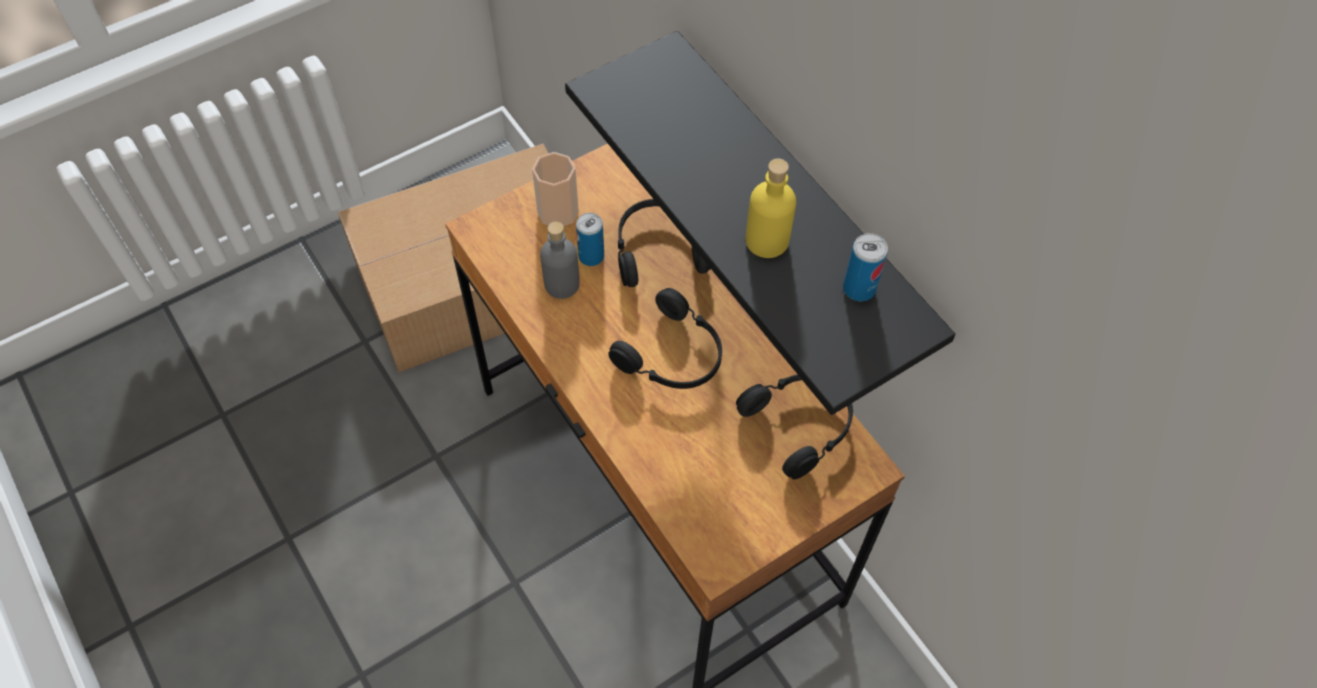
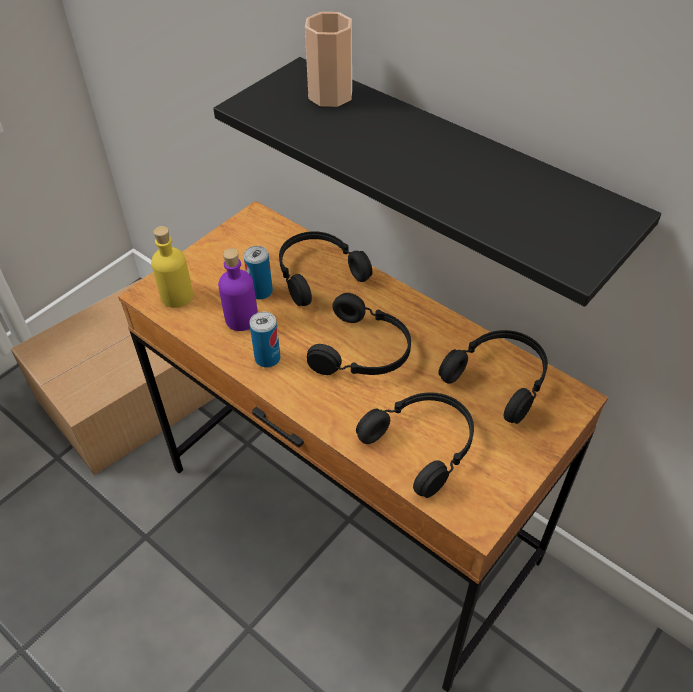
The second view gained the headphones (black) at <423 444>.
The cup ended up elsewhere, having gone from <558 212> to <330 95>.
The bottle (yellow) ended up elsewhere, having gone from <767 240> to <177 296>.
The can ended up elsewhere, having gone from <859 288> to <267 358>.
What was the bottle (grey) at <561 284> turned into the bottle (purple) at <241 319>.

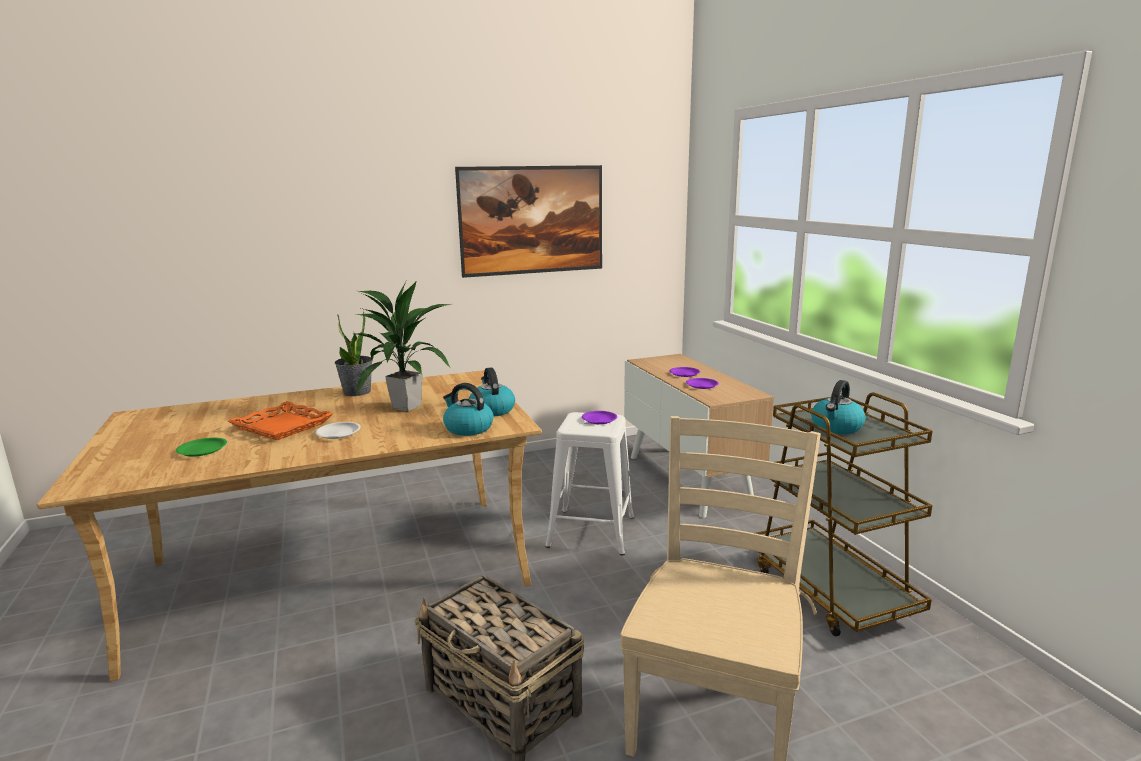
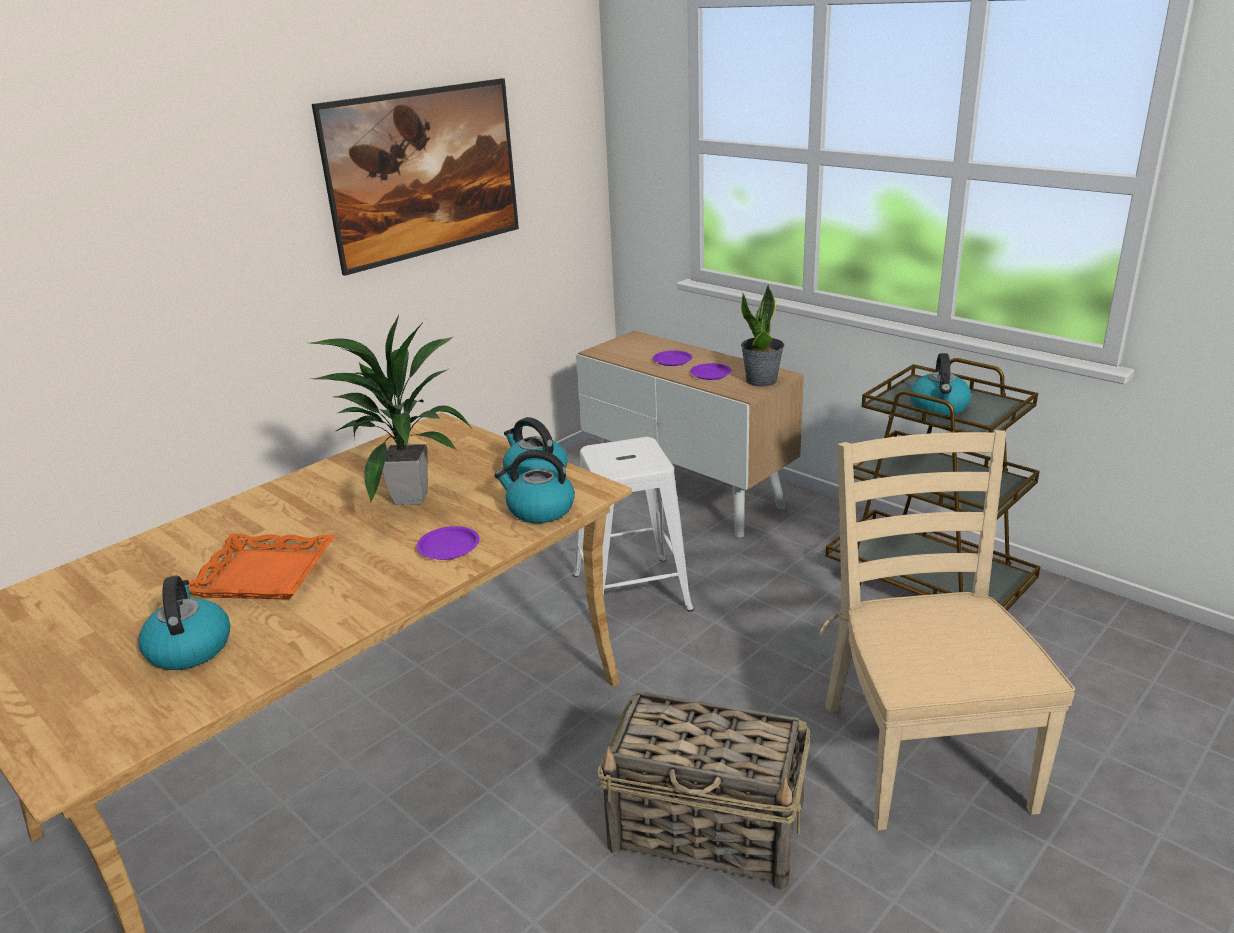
The second view lost the plate (white) at <338 433>.
The potted plant ended up elsewhere, having gone from <357 392> to <762 381>.
The plate (purple) ended up elsewhere, having gone from <599 420> to <448 547>.
Where the plate (green) stood at <202 450>, the kettle came to stand at <189 648>.

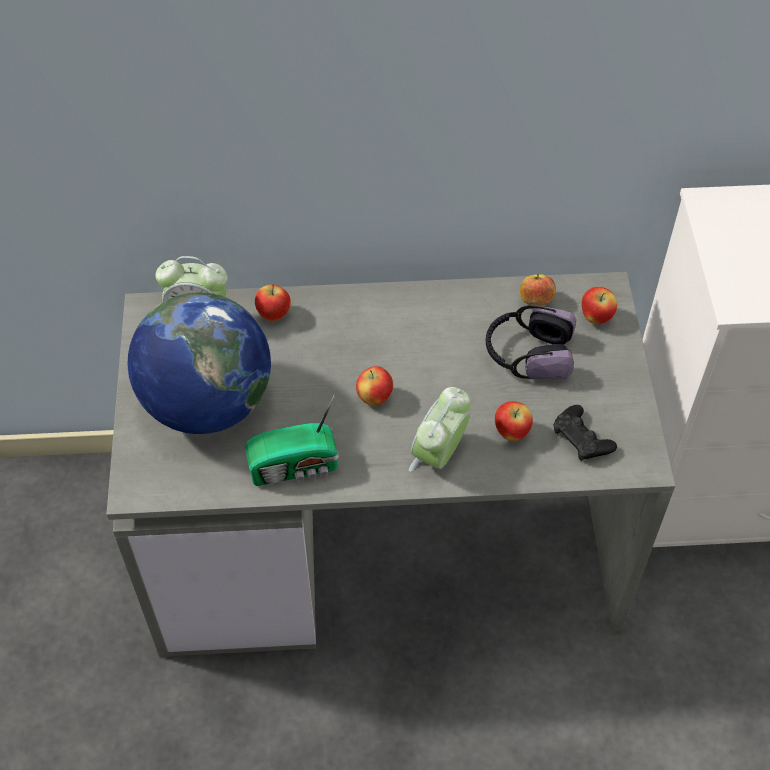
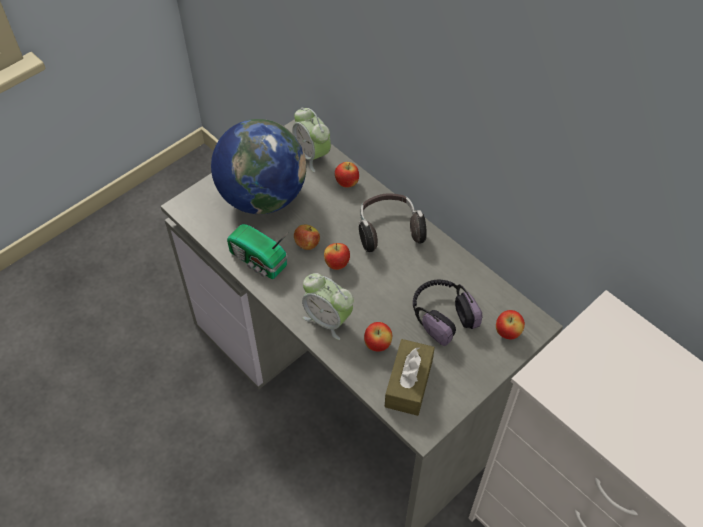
The second view gained the headphones at <389 230>.
The apple ended up elsewhere, having gone from <536 300> to <307 244>.
Where the game controller (black) stood at <582 438>, the tissue box (brown) came to stand at <408 383>.
The alarm clock at <439 455> ended up facing another way, 135 degrees counterclockwise from before.

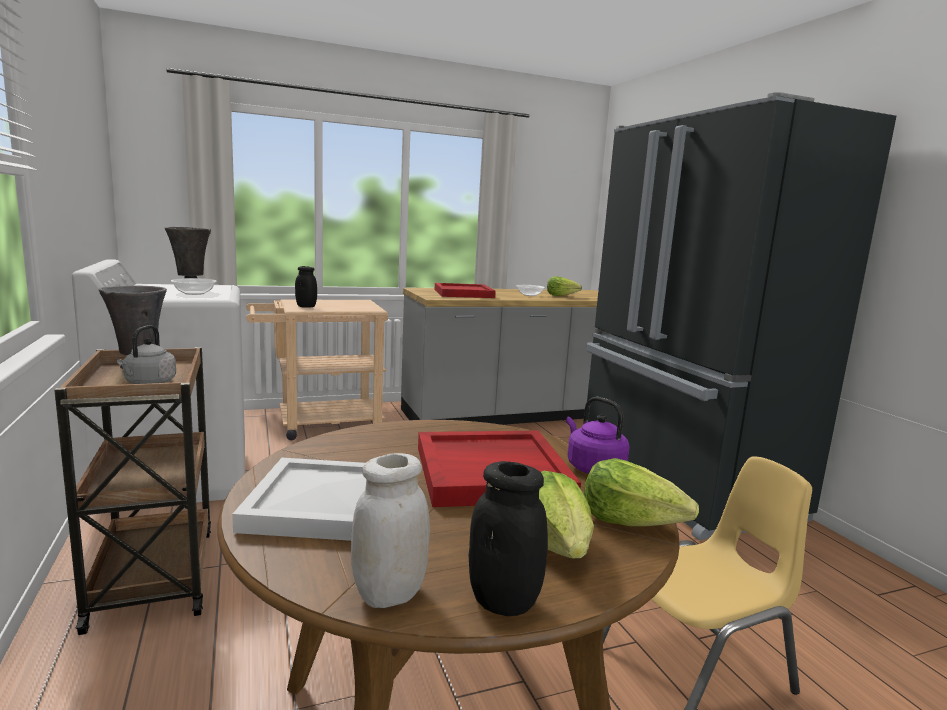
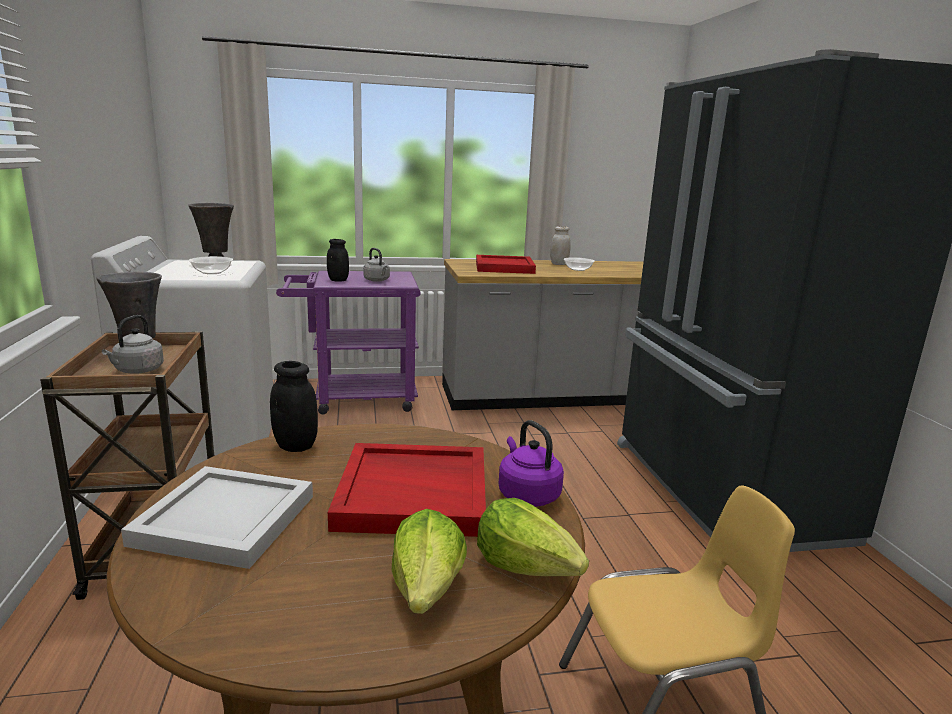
The second view lost the lettuce at <561 296>.
The second view gained the kettle (grey) at <377 280>.
The jar (white) ended up elsewhere, having gone from <389 594> to <559 264>.
The jar (black) ended up elsewhere, having gone from <504 601> to <295 446>.
What was the cart (beige) at <319 425> turned into the cart (purple) at <355 398>.

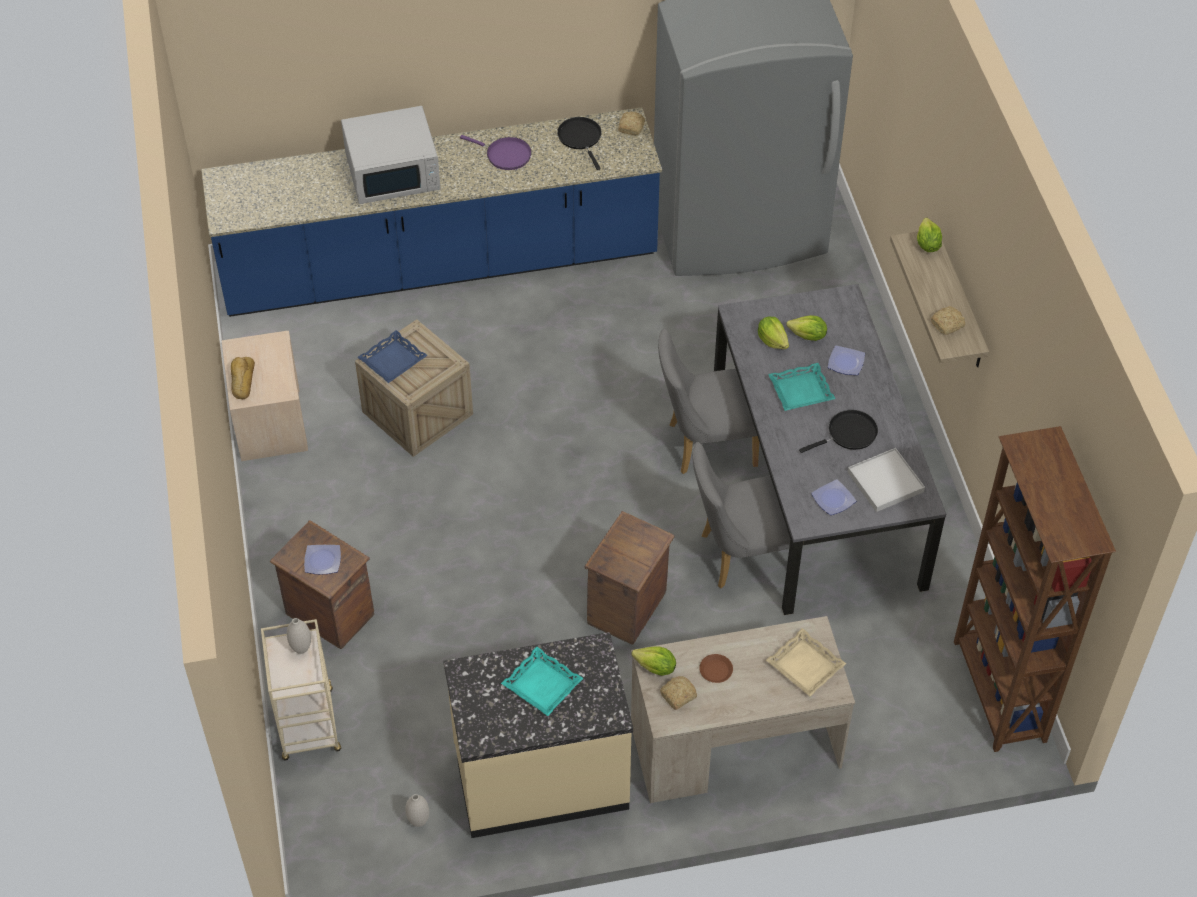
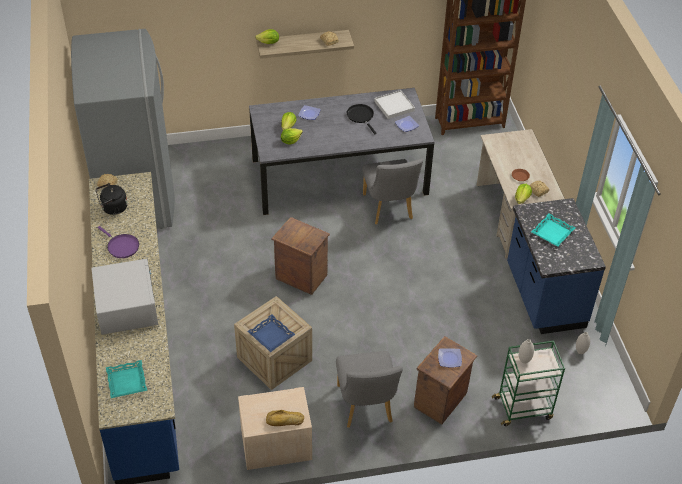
The second view lost the tray (beige) at <804 666>.
The crate ended up elsewhere, having gone from <628 608> to <301 276>.
The chair (grey) ended up elsewhere, having gone from <705 445> to <366 408>.
The tray (turquoise) ended up elsewhere, having gone from <801 391> to <127 381>.
Where the frying pan (black) stood at <581 138>, the kettle (black) came to stand at <113 208>.
What was the cart (beige) at <308 725> turned into the cart (green) at <523 408>.
What was the counter (beige) at <541 777> turned into the counter (blue) at <543 297>.
The frying pan (purple) at <505 155> ended up facing another way, 105 degrees clockwise from before.

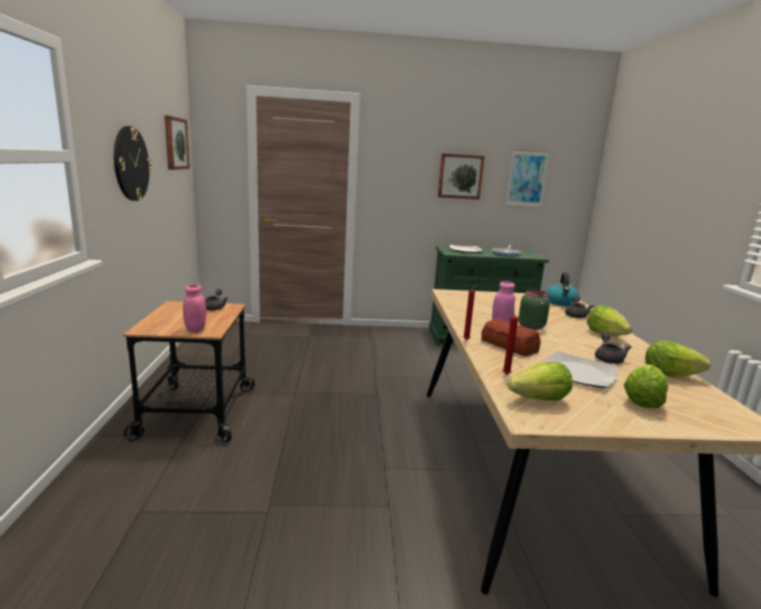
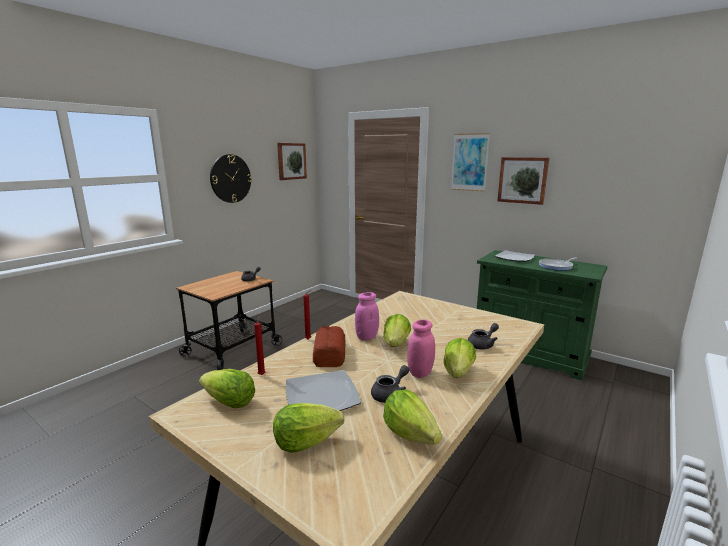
The second view lost the kettle at <561 302>.
The jar (pink) ended up elsewhere, having gone from <195 329> to <420 373>.
The picture ended up elsewhere, having gone from <526 179> to <469 162>.
Where the jar (green) stood at <531 327>, the lettuce came to stand at <396 344>.

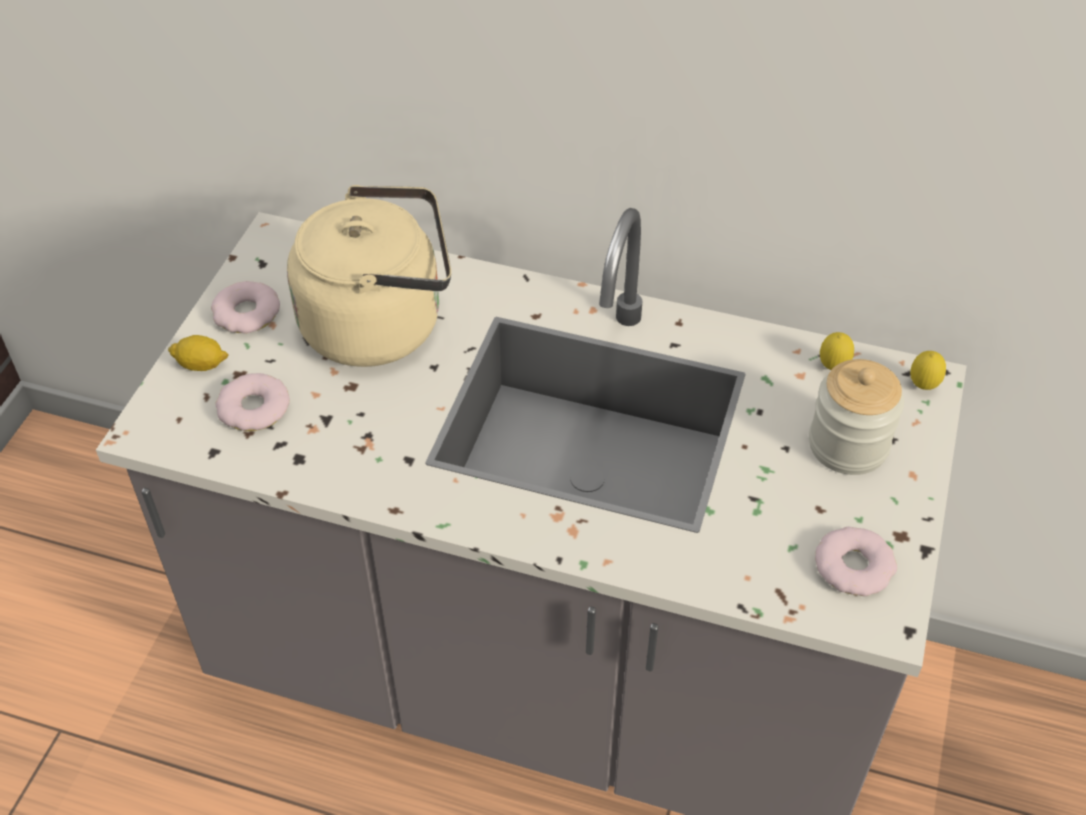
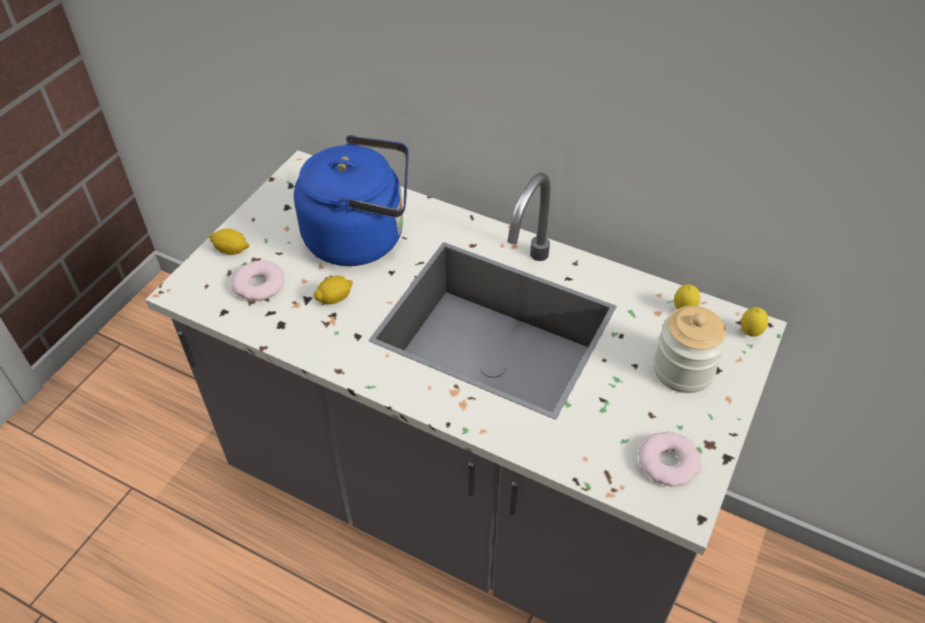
The second view lost the donut at <247 313>.
The second view gained the lemon at <335 298>.
What was the kettle (beige) at <381 324> turned into the kettle (blue) at <361 237>.

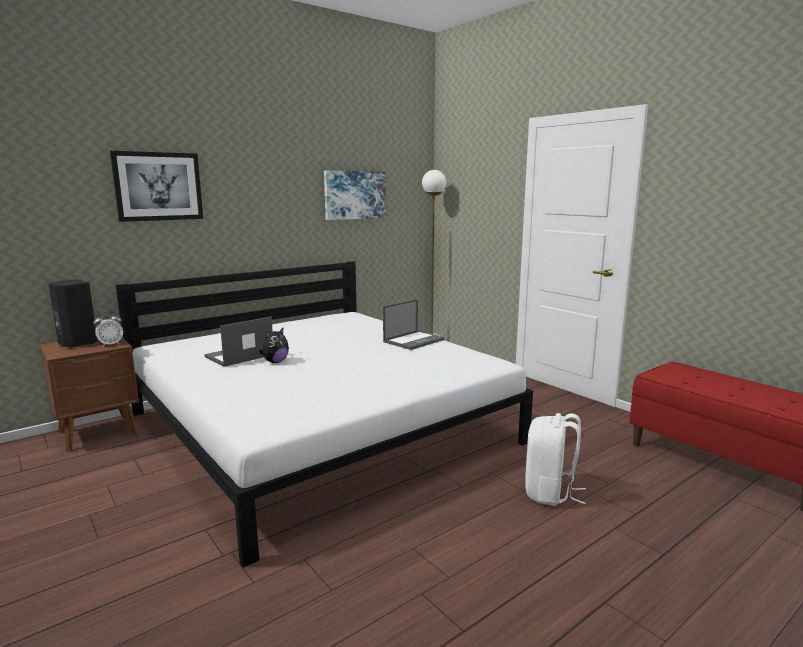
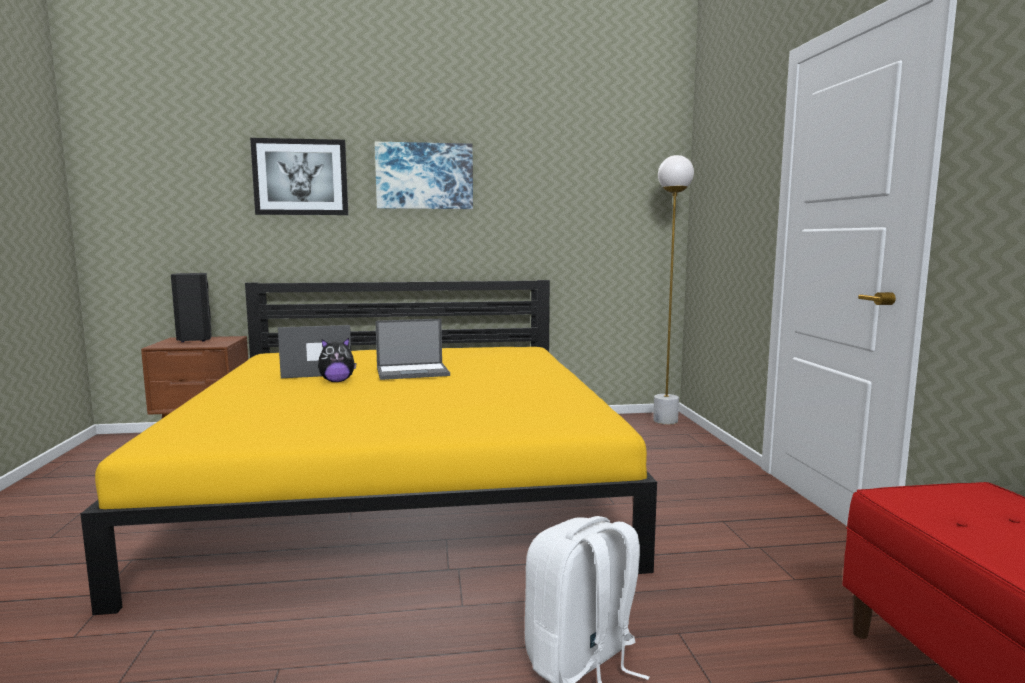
The second view lost the alarm clock at <110 344>.
The picture ended up elsewhere, having gone from <354 195> to <424 176>.
The laptop ended up elsewhere, having gone from <414 340> to <413 372>.
What was the bed (white) at <320 427> turned into the bed (yellow) at <401 481>.

